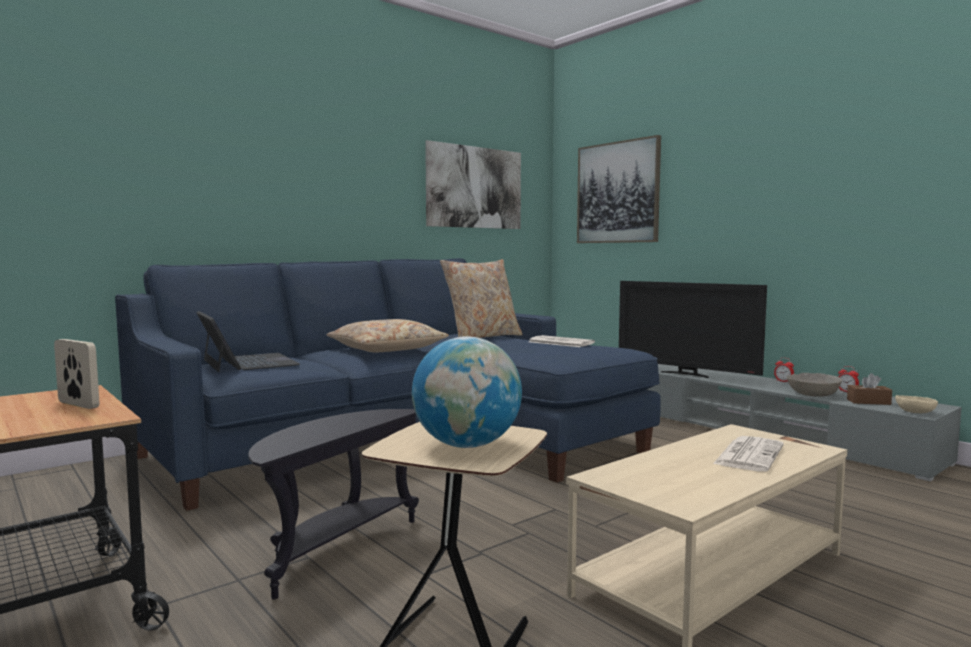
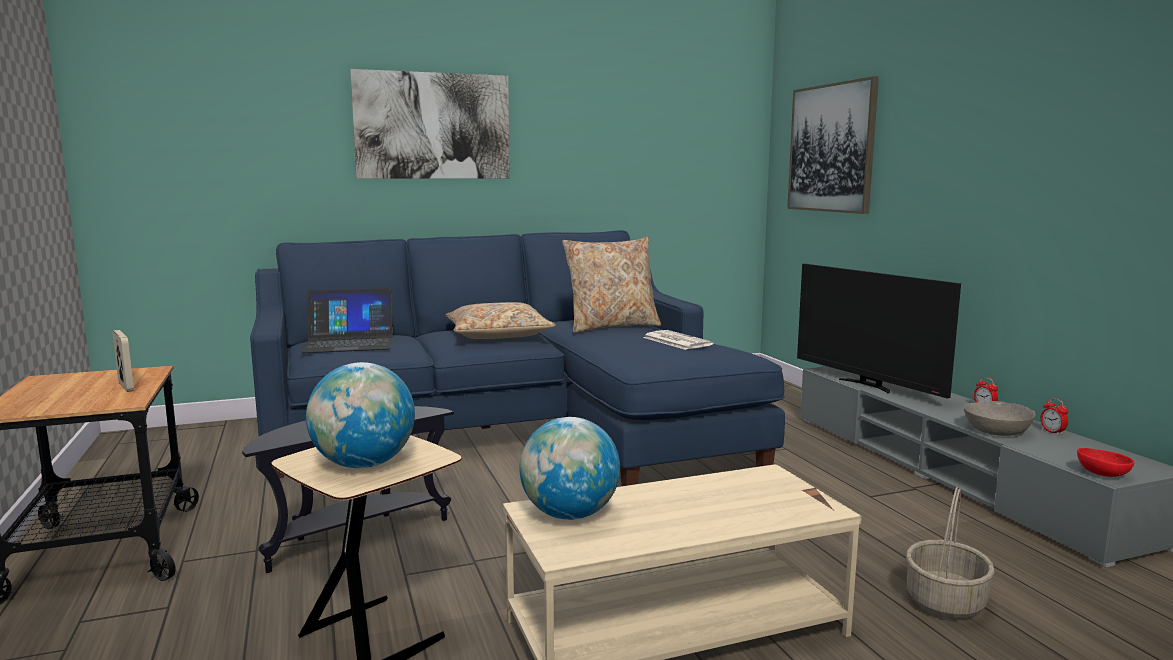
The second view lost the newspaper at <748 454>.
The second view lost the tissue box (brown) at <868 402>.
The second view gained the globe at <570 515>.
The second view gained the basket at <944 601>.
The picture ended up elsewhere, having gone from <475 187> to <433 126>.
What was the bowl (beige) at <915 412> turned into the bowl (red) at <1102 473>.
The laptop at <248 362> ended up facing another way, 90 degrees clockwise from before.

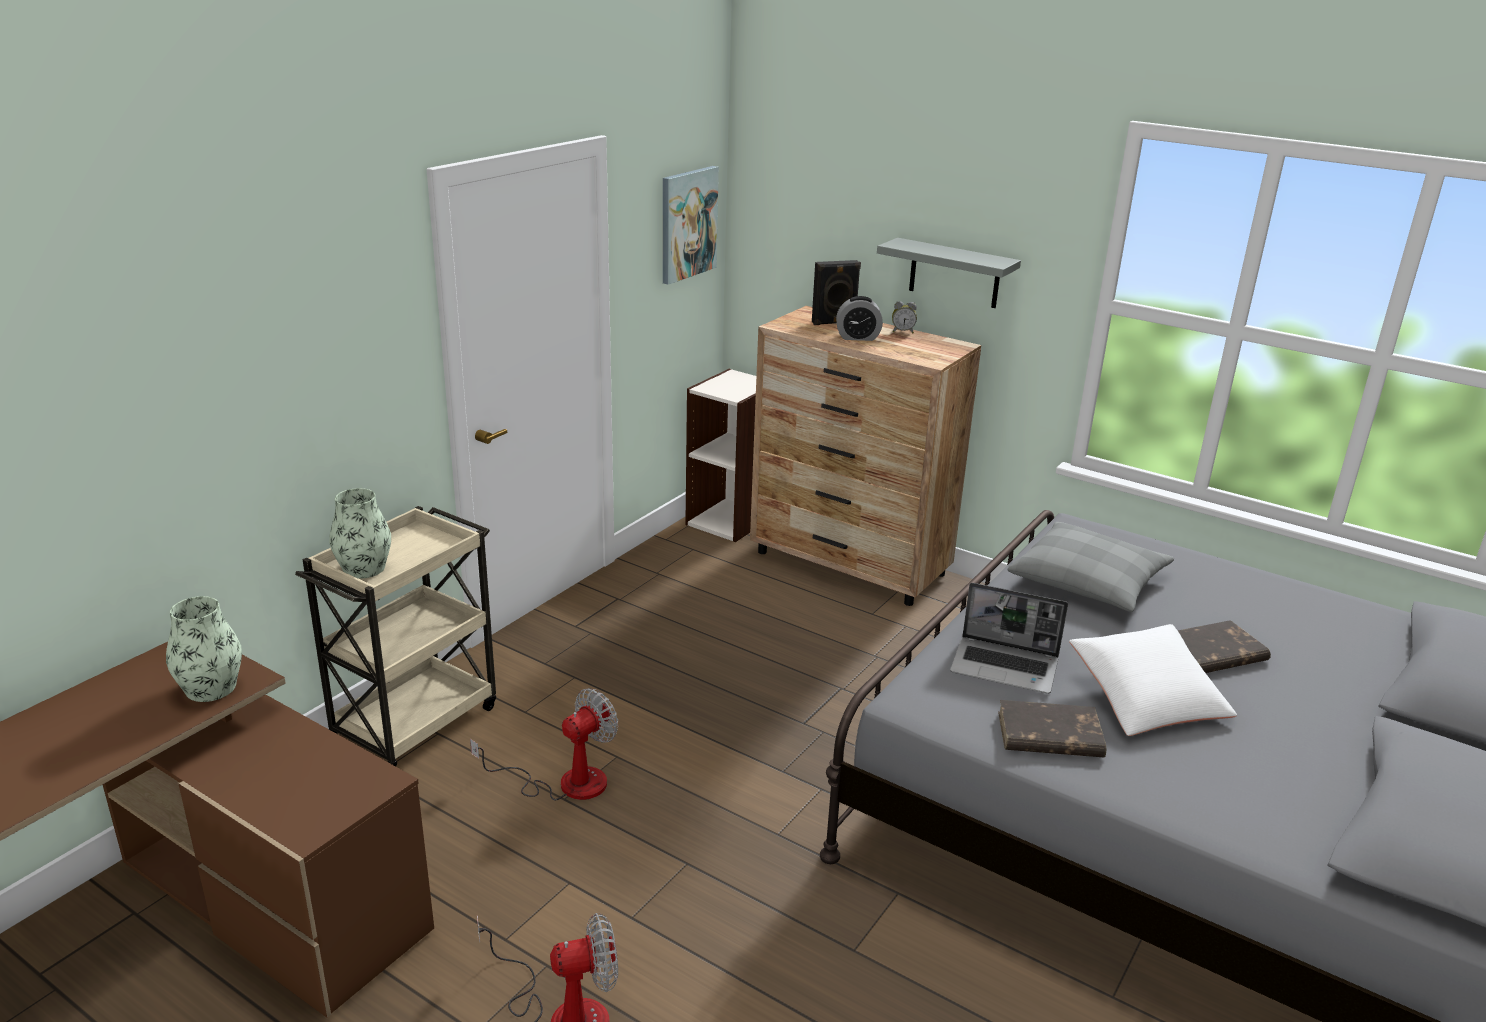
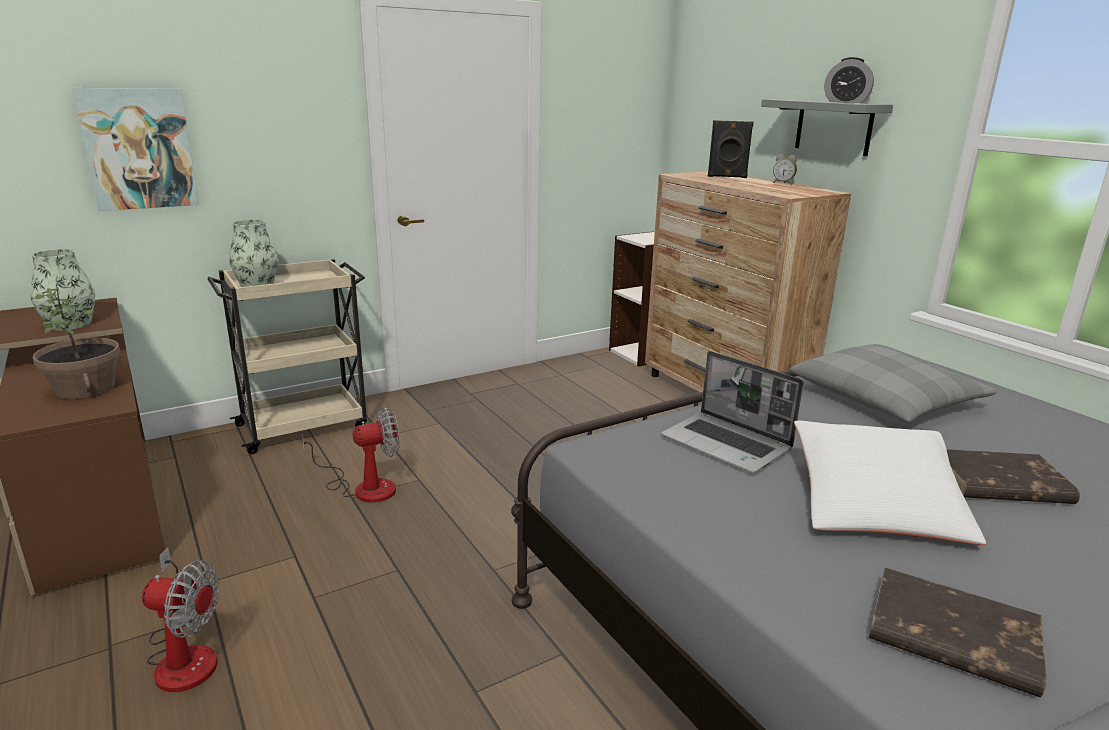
The second view gained the potted plant at <86 388>.
The picture ended up elsewhere, having gone from <687 224> to <139 149>.
The alarm clock ended up elsewhere, having gone from <857 337> to <845 102>.
The book (brown) ended up elsewhere, having gone from <1048 735> to <950 637>.

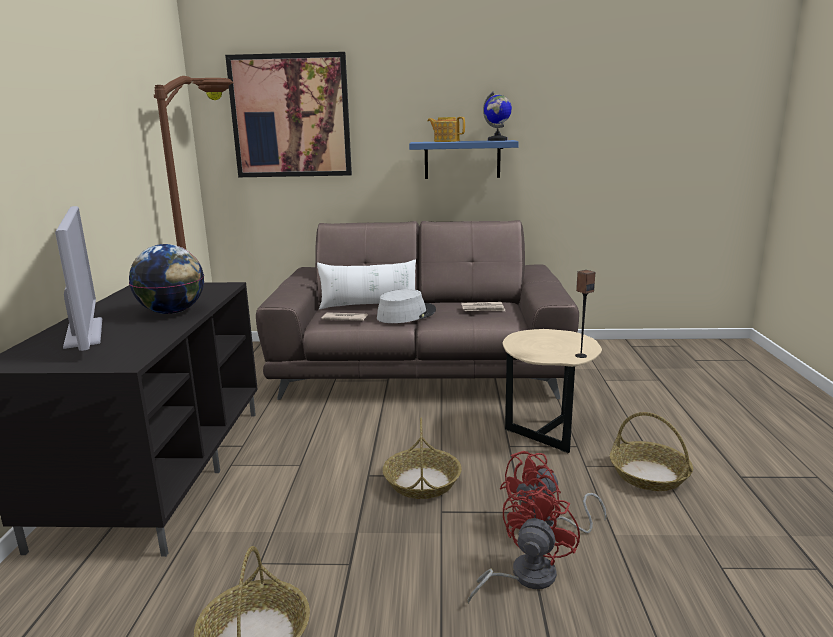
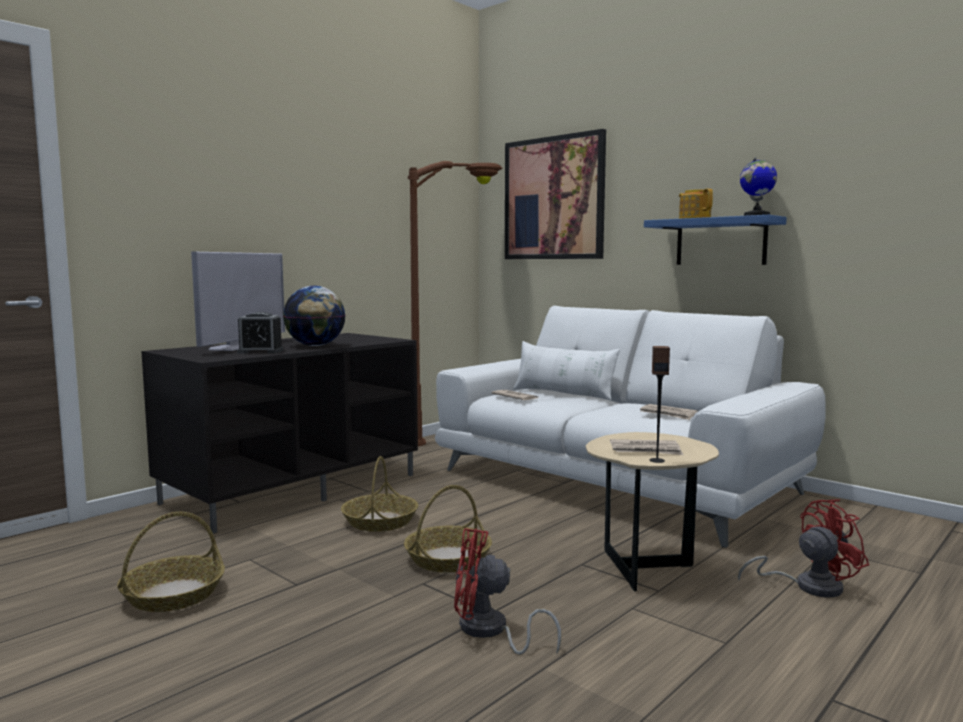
The second view lost the hat (grey) at <406 314>.
The second view gained the alarm clock at <260 351>.
The second view gained the newspaper at <646 450>.
The fan (red) ended up elsewhere, having gone from <524 576> to <808 586>.
The basket ended up elsewhere, having gone from <649 475> to <380 521>.
What was the sofa (brown) at <420 368> turned into the sofa (white) at <616 482>.

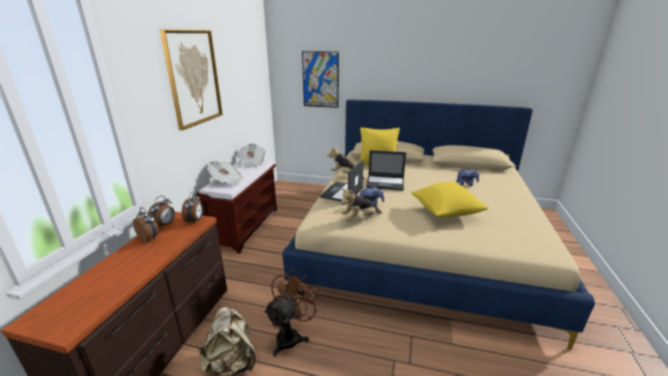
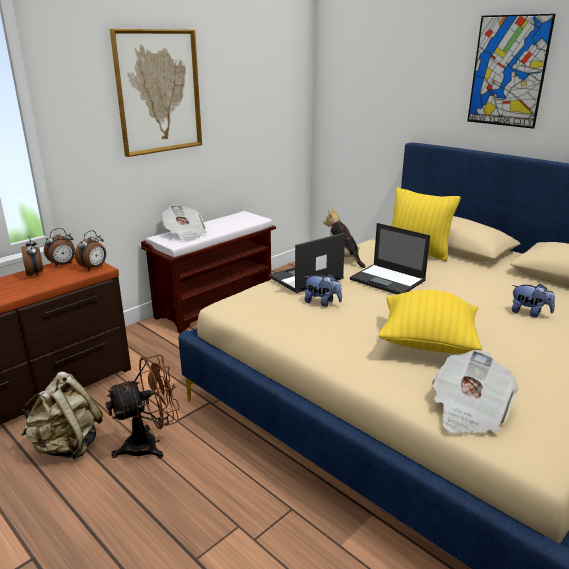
The second view lost the plush toy at <359 219>.
The newspaper ended up elsewhere, having gone from <251 163> to <468 411>.
The picture ended up elsewhere, having gone from <320 80> to <508 71>.

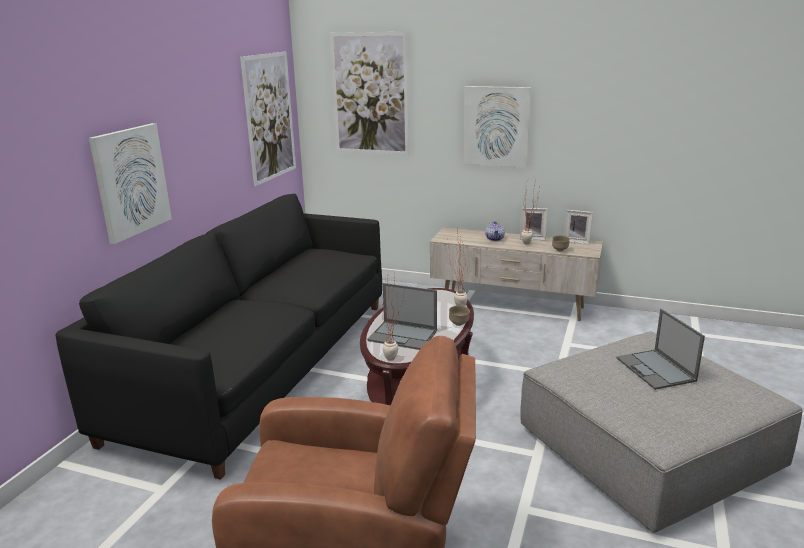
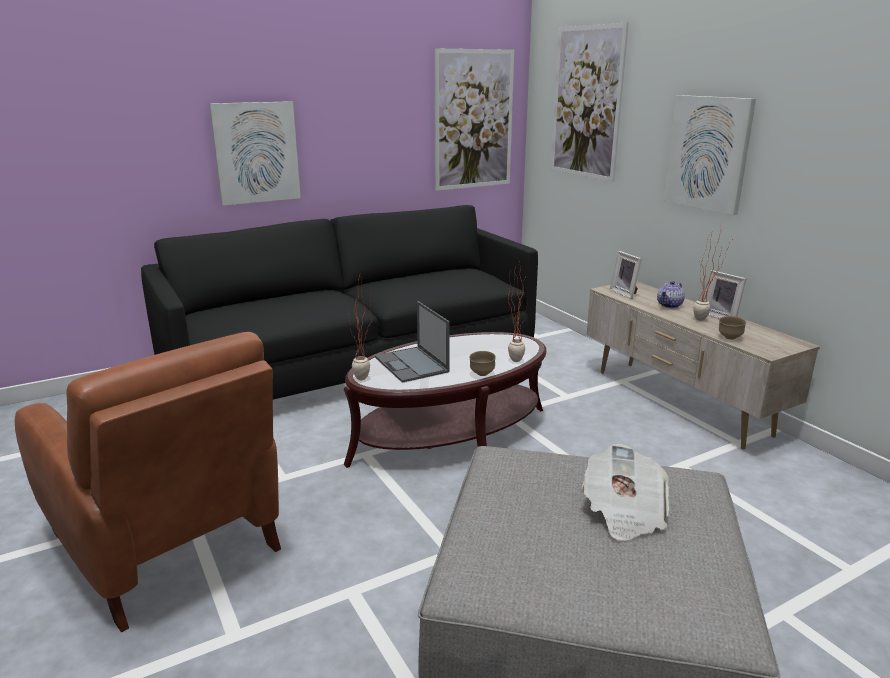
The picture frame ended up elsewhere, having gone from <577 241> to <625 293>.
Where the laptop stood at <656 370>, the newspaper came to stand at <623 512>.

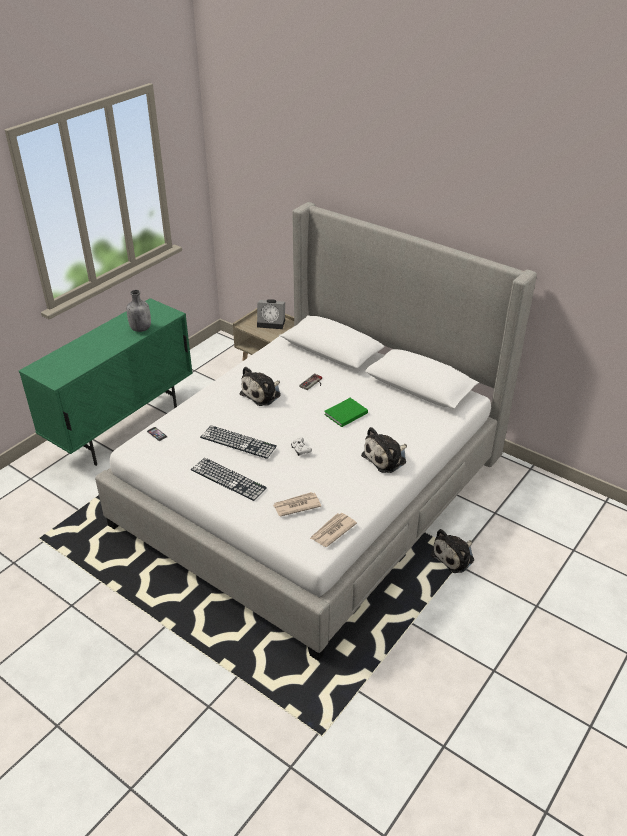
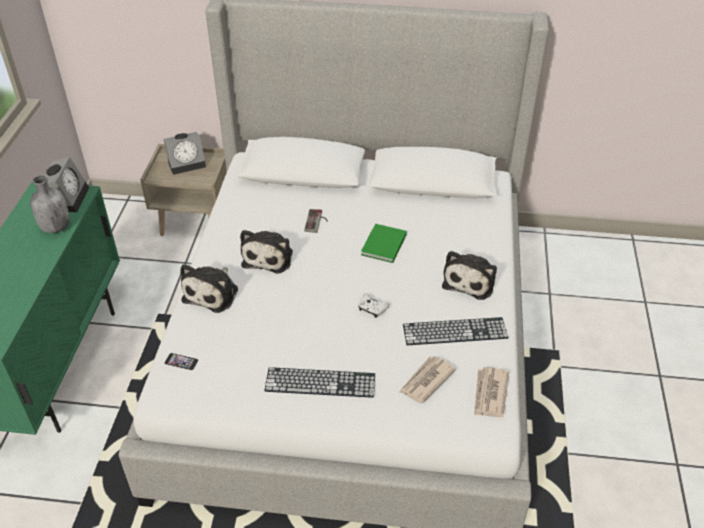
The second view gained the alarm clock at <68 198>.
The keyboard ended up elsewhere, having gone from <238 442> to <455 331>.
The plush toy ended up elsewhere, having gone from <454 556> to <213 293>.

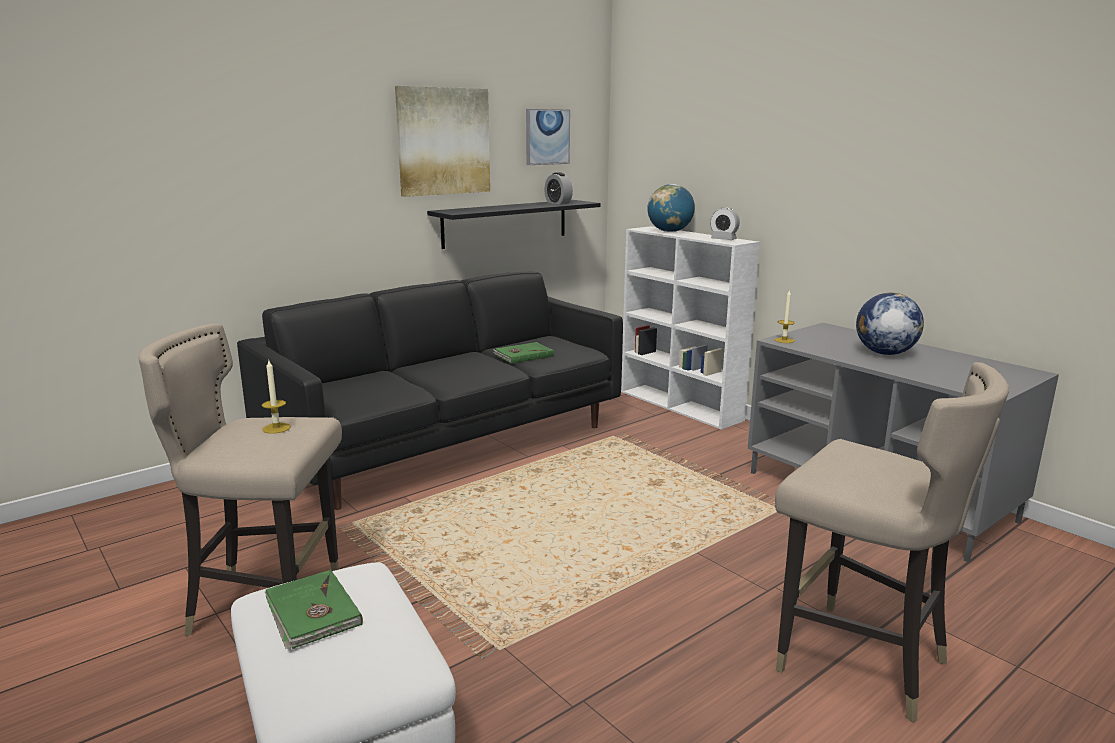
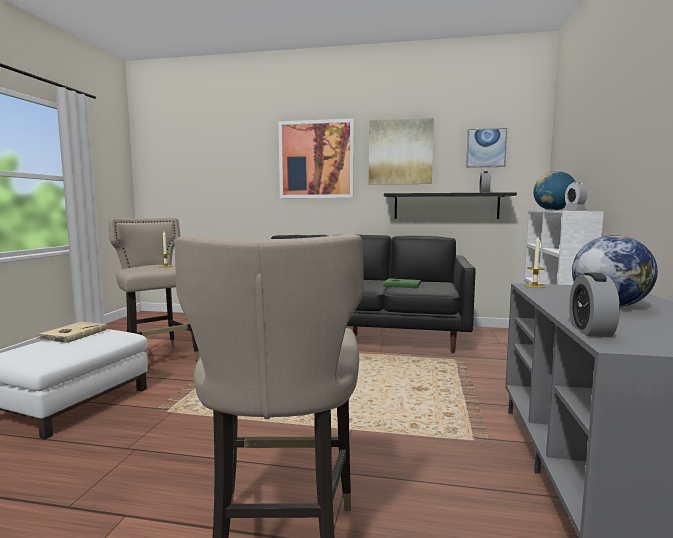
The second view gained the picture at <316 159>.
The second view gained the alarm clock at <590 331>.
What was the book (green) at <311 613> turned into the book (beige) at <73 334>.

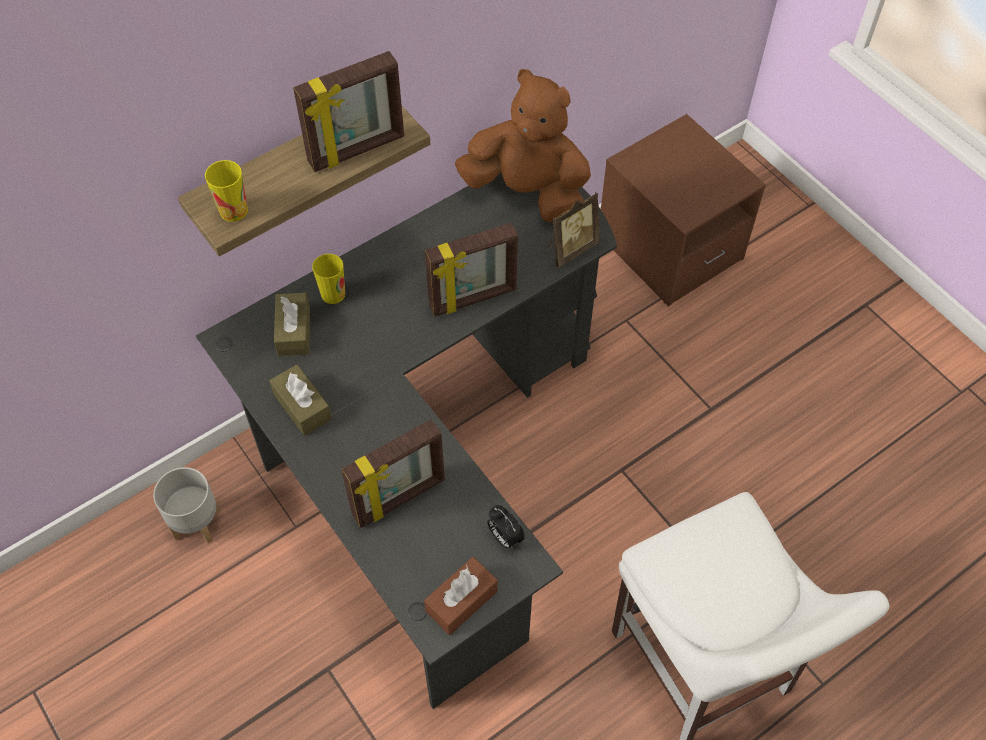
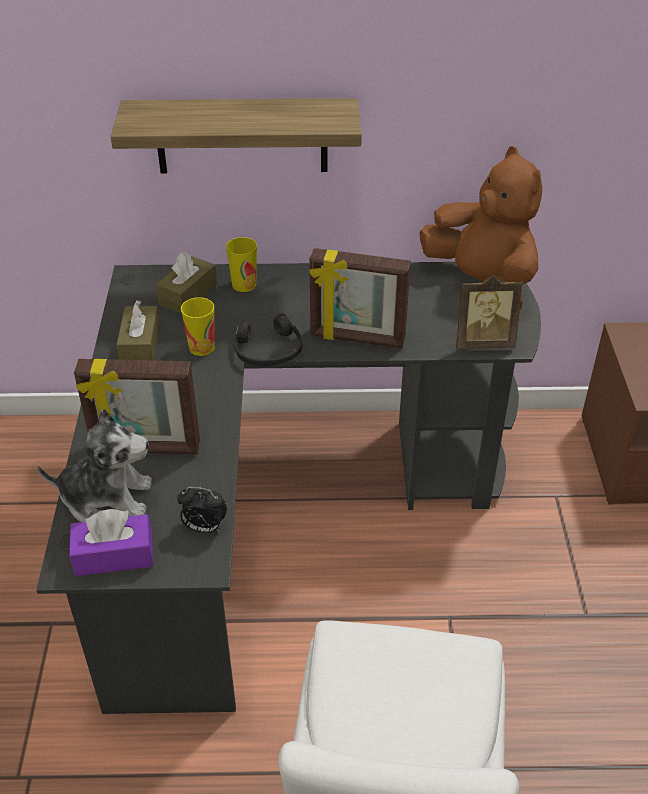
The second view lost the planter (grey) at <197 522>.
The second view lost the picture frame at <357 151>.
The second view gained the plush toy at <107 498>.
The second view gained the headphones (black) at <268 350>.
The cup ended up elsewhere, having gone from <233 210> to <201 347>.
What was the tissue box (brown) at <461 601> turned into the tissue box (purple) at <114 555>.
The alarm clock at <504 537> ended up facing another way, 75 degrees counterclockwise from before.

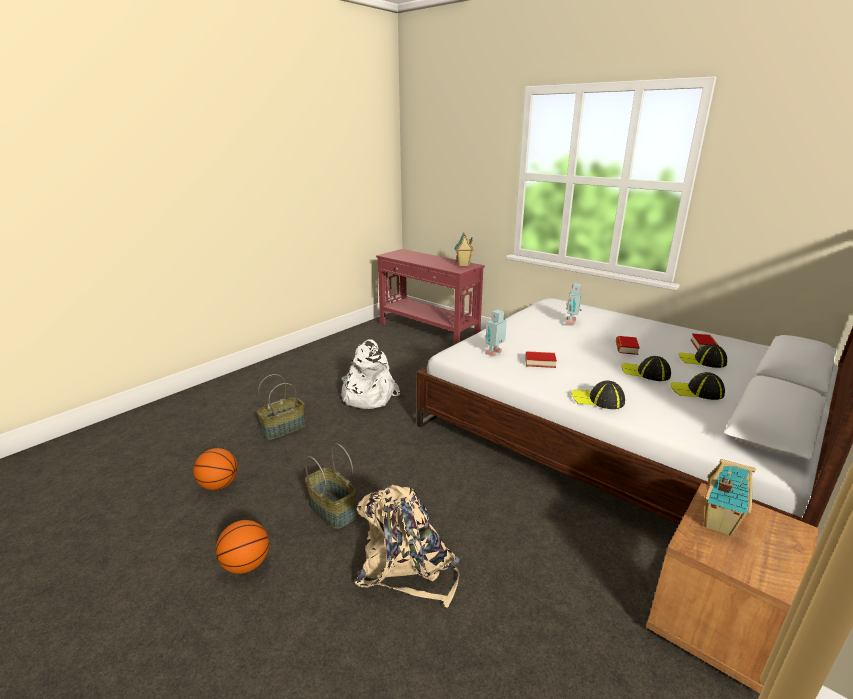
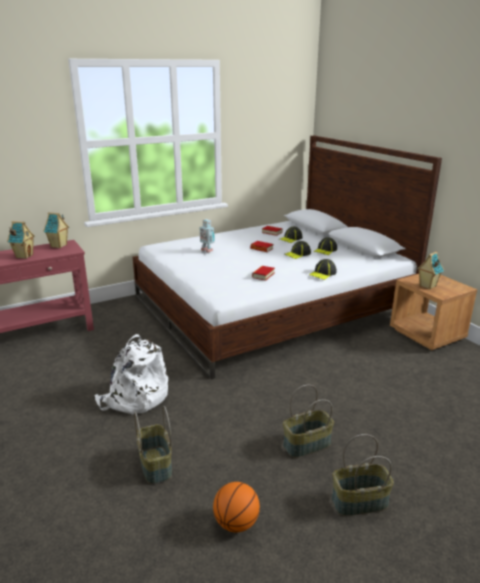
The second view lost the backpack (beige) at <407 567>.
The second view lost the toy robot at <495 353>.
The second view gained the toy house at <24 256>.
Where the basketball stood at <246 564>, the basket came to stand at <359 503>.

